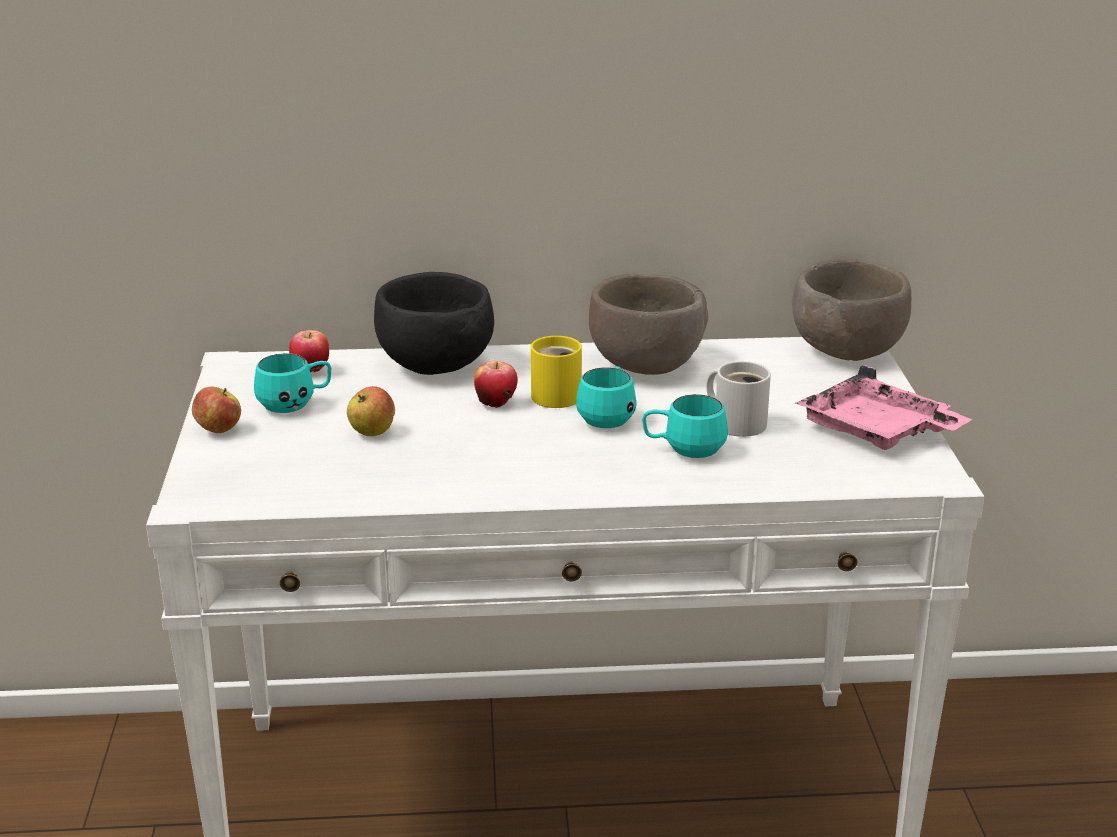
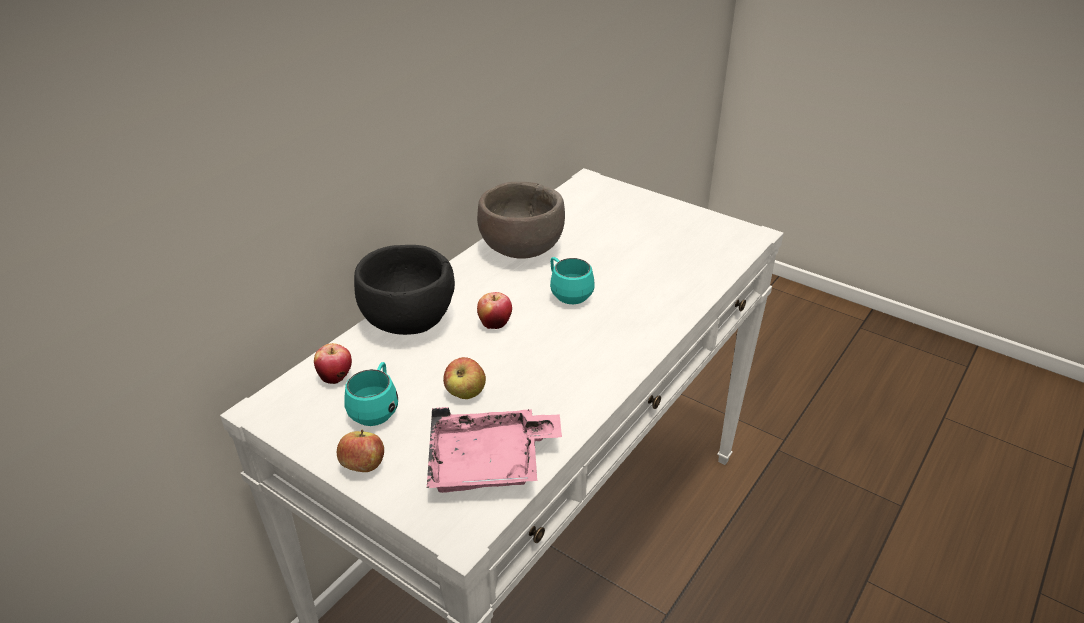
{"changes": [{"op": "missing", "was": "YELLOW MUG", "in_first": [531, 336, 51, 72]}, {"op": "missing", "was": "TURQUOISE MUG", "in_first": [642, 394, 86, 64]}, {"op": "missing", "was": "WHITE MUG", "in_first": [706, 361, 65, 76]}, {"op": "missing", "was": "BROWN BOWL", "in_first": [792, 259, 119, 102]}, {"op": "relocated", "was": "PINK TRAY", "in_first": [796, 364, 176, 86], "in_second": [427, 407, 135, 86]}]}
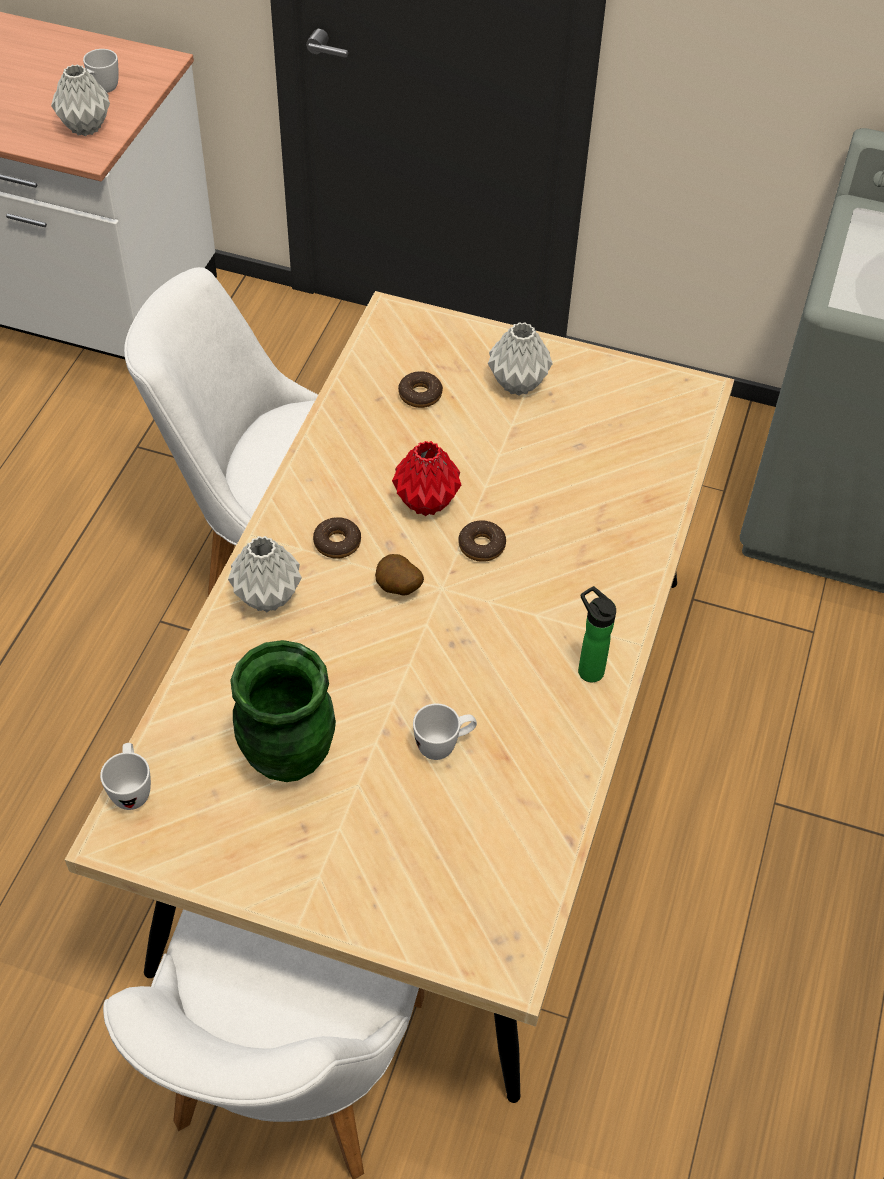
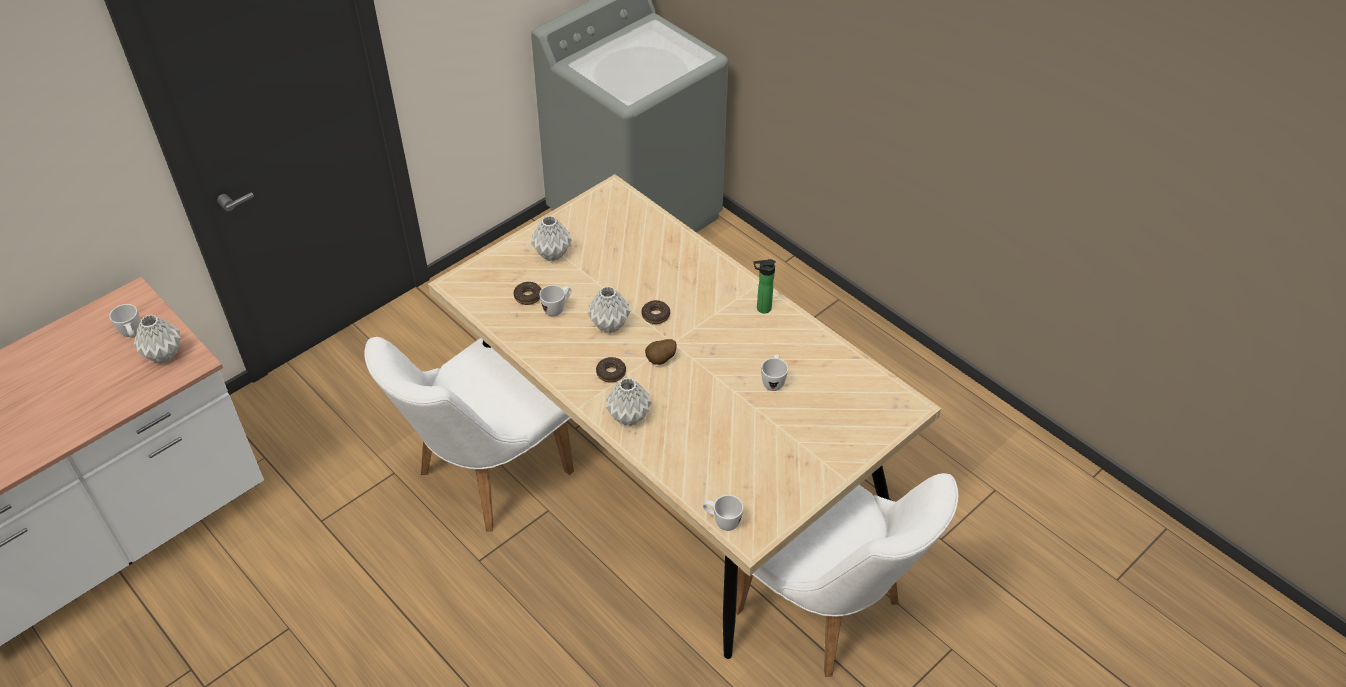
{"changes": [{"op": "missing", "was": "GREEN VASE", "in_first": [231, 640, 105, 142]}, {"op": "colour", "was": "RED VASE", "now": "GREY VASE", "in_first": [392, 441, 69, 75], "in_second": [587, 286, 43, 47]}, {"op": "appeared", "now": "WHITE MUG", "in_second": [539, 285, 33, 31]}]}
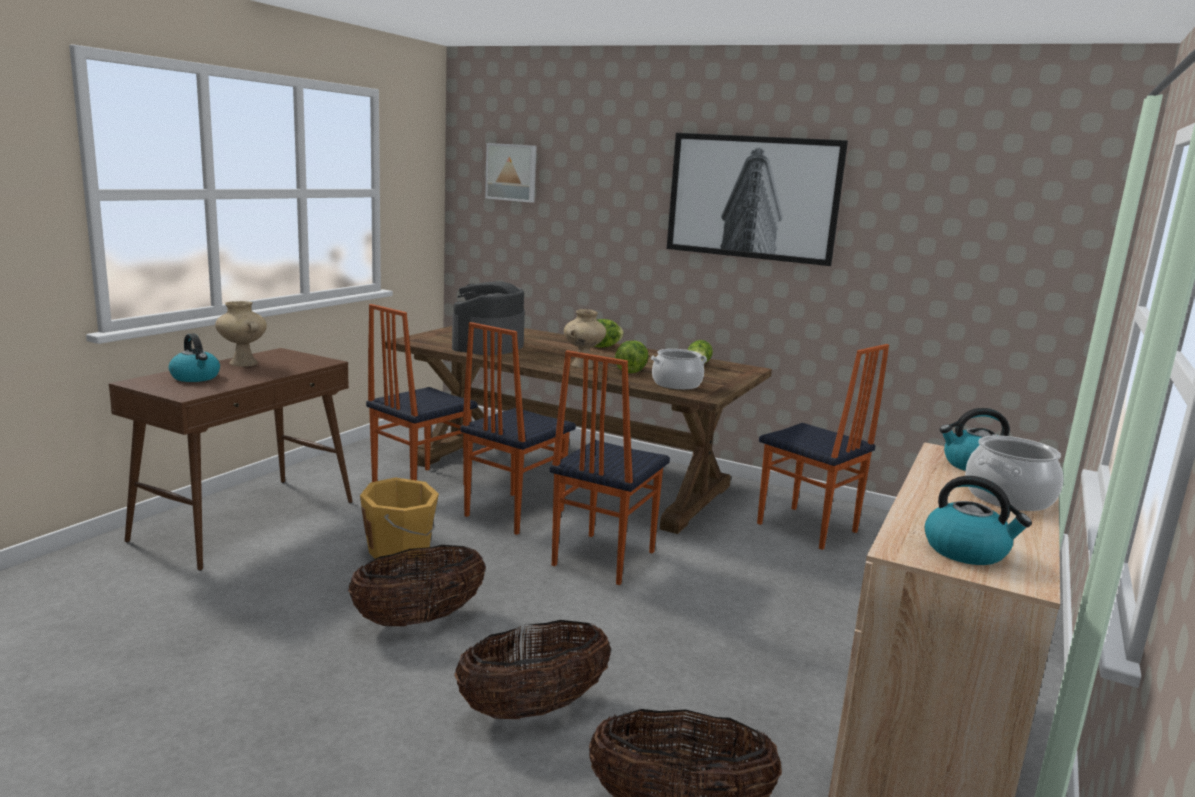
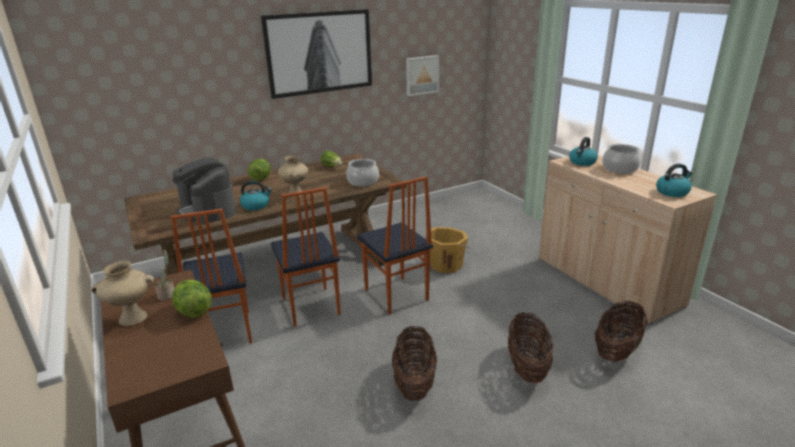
{"changes": [{"op": "relocated", "was": "KETTLE", "in_first": [169, 333, 51, 49], "in_second": [240, 180, 32, 30]}, {"op": "relocated", "was": "ORANGE BUCKET", "in_first": [360, 477, 79, 87], "in_second": [426, 227, 44, 46]}, {"op": "relocated", "was": "PICTURE", "in_first": [485, 143, 52, 60], "in_second": [406, 55, 33, 41]}, {"op": "relocated", "was": "LETTUCE", "in_first": [615, 340, 34, 33], "in_second": [172, 279, 40, 39]}, {"op": "missing", "was": "CHAIR", "in_first": [757, 344, 132, 206]}, {"op": "appeared", "now": "POTTED PLANT", "in_second": [154, 250, 20, 50]}]}
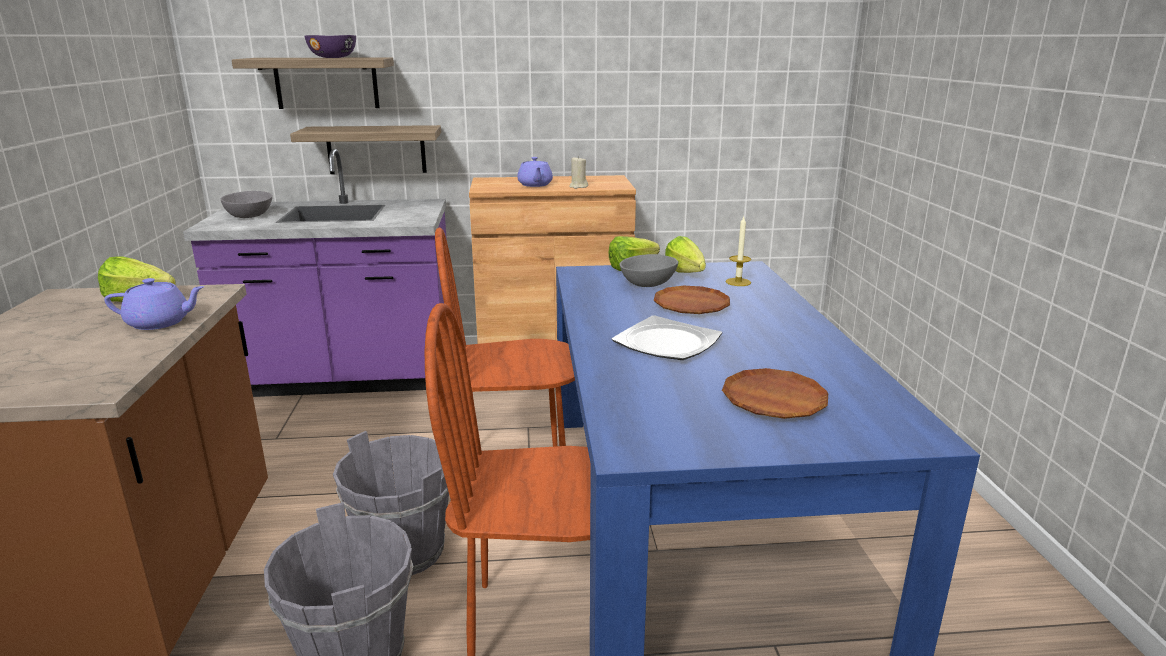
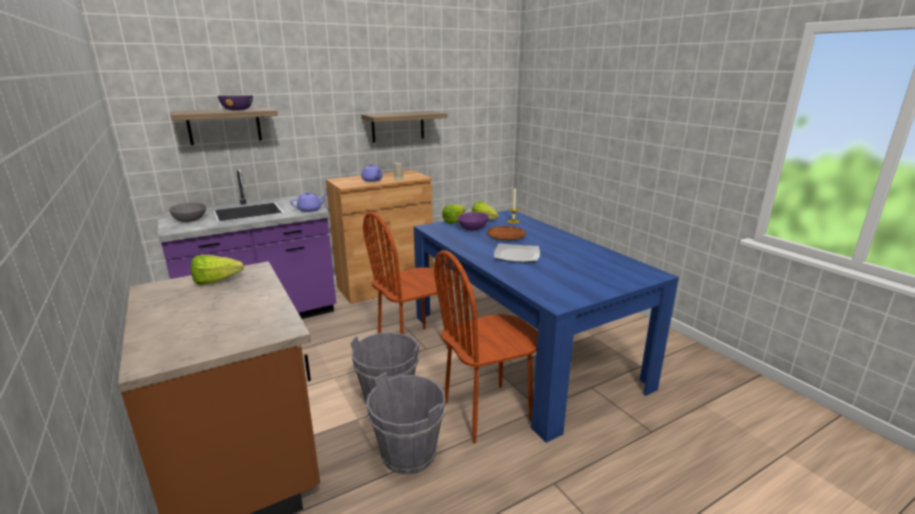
{"changes": [{"op": "relocated", "was": "PURPLE TEAPOT", "in_first": [104, 278, 100, 52], "in_second": [290, 192, 38, 20]}, {"op": "relocated", "was": "SHELF", "in_first": [290, 125, 151, 49], "in_second": [361, 111, 86, 32]}, {"op": "colour", "was": "GREY BOWL", "now": "PURPLE BOWL", "in_first": [620, 254, 58, 33], "in_second": [458, 212, 31, 19]}, {"op": "missing", "was": "BROWN PLATE", "in_first": [722, 368, 106, 51]}]}
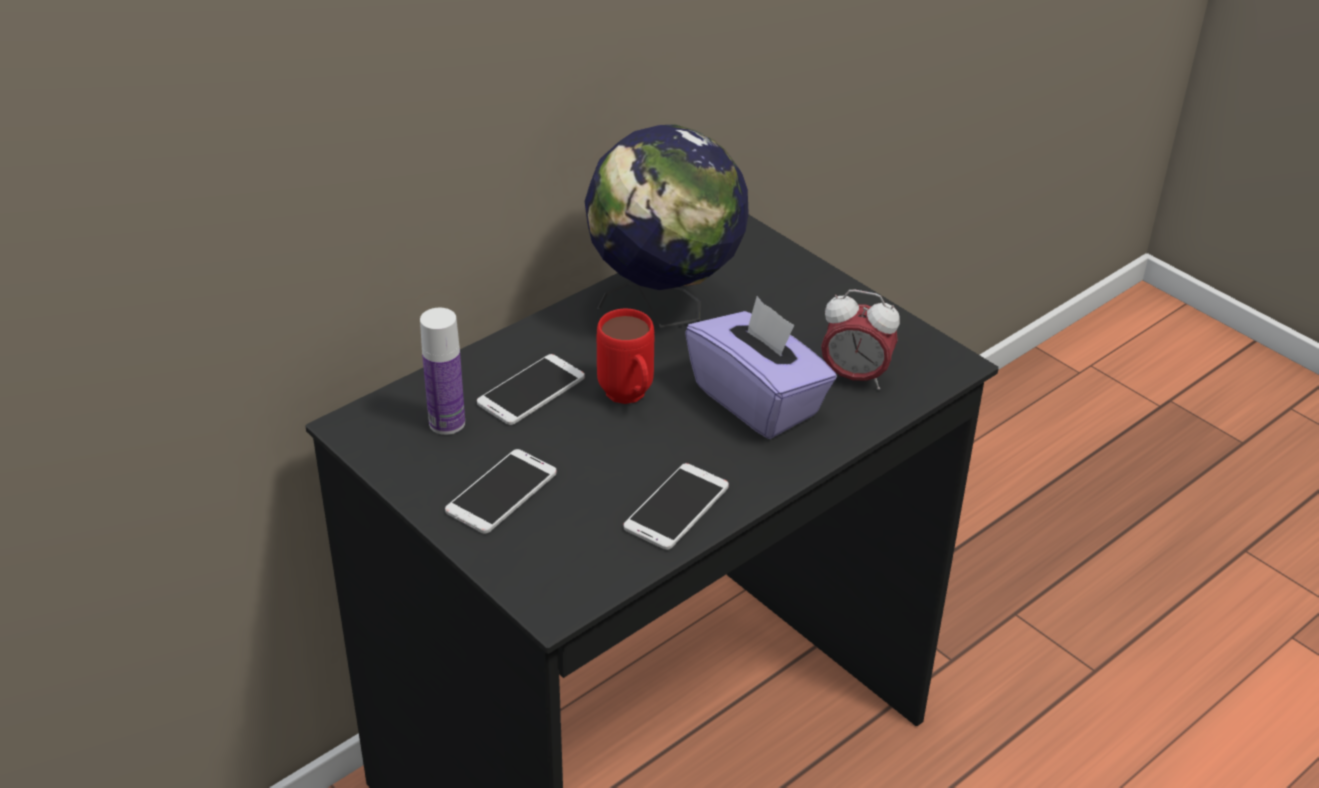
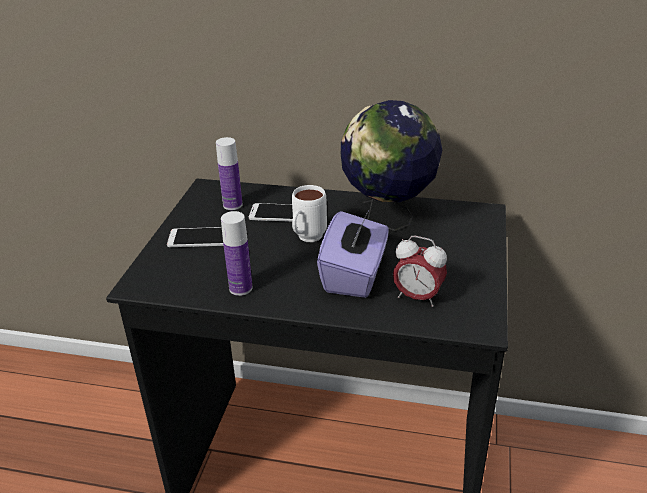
{"changes": [{"op": "colour", "was": "RED MUG", "now": "WHITE MUG", "in_first": [597, 309, 57, 95], "in_second": [292, 185, 35, 57]}, {"op": "exchanged", "was": "PHONE", "now": "BOTTLE", "in_first": [623, 463, 106, 87], "in_second": [221, 211, 32, 85]}, {"op": "spun", "was": "ALARM CLOCK", "in_first": [821, 290, 79, 100], "in_second": [393, 236, 54, 71], "clockwise": -45}]}
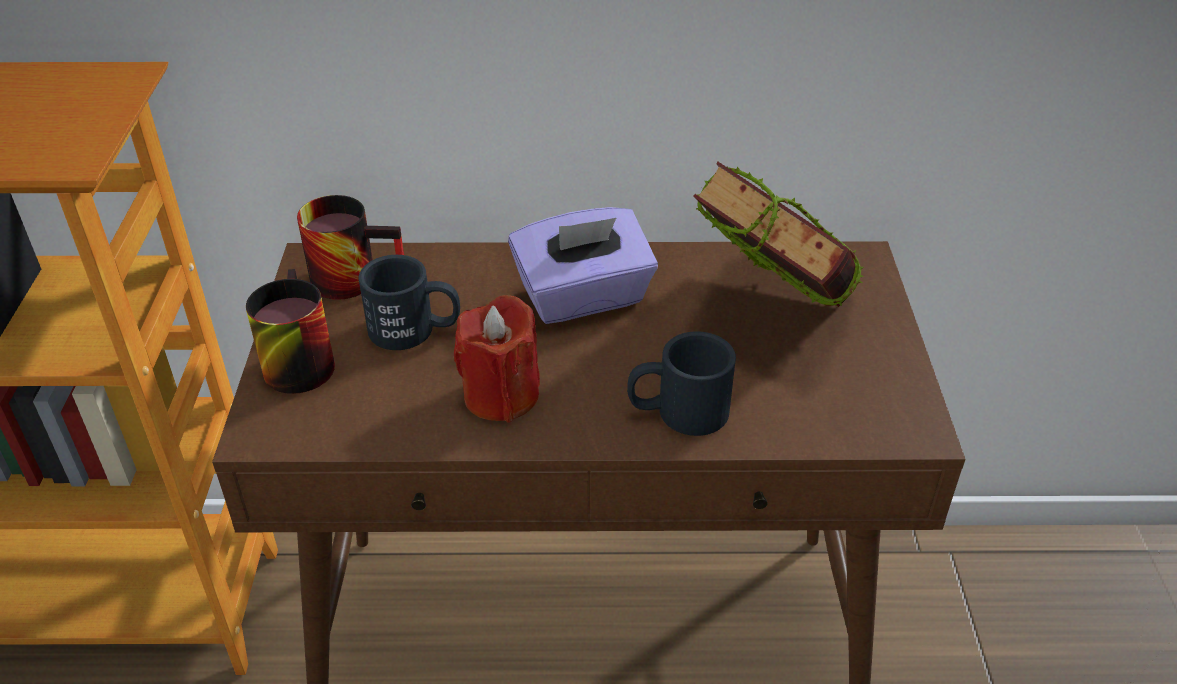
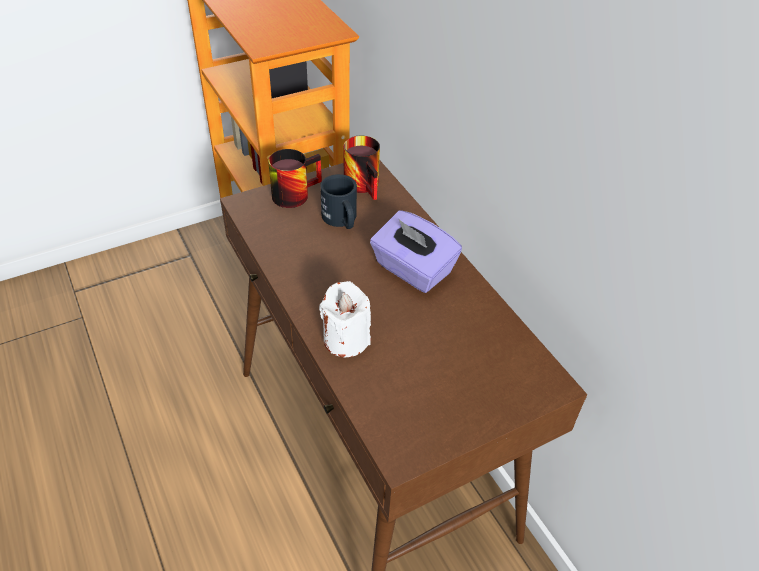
{"changes": [{"op": "missing", "was": "RED CANDLE", "in_first": [454, 295, 86, 127]}, {"op": "exchanged", "was": "BLACK MUG", "now": "WHITE CANDLE", "in_first": [627, 331, 109, 105], "in_second": [319, 281, 52, 77]}, {"op": "missing", "was": "BOOK", "in_first": [693, 162, 171, 145]}]}
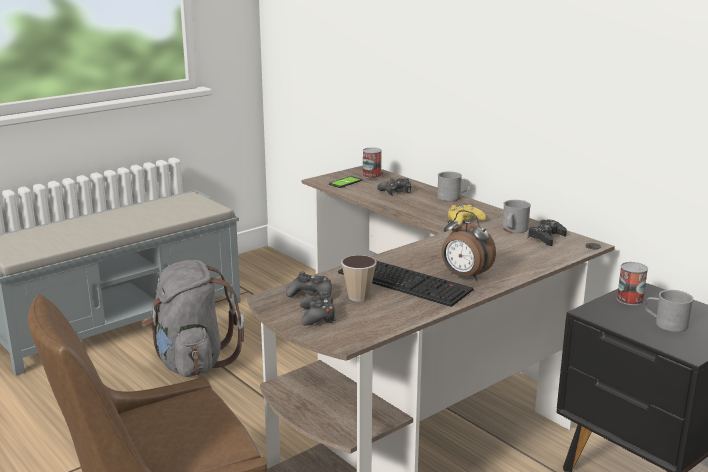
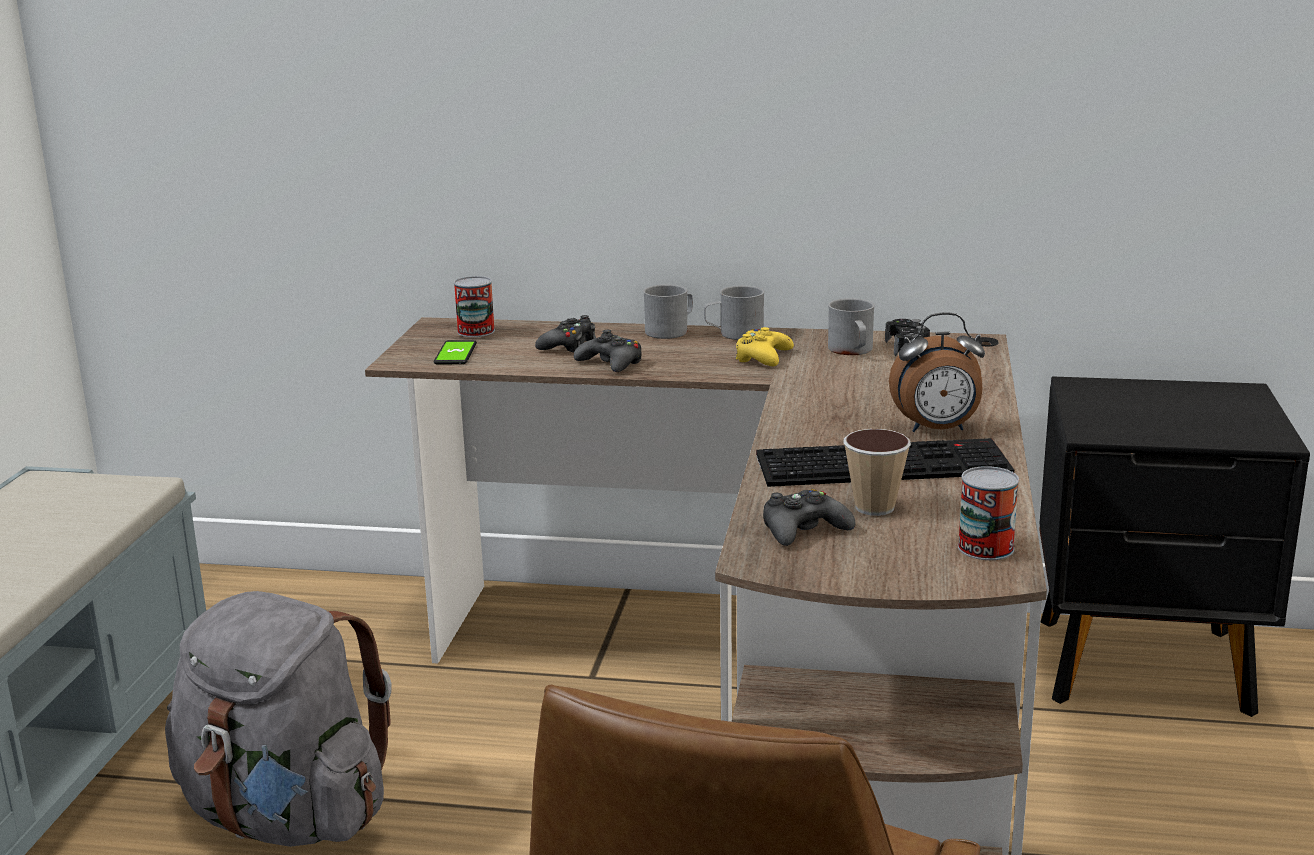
{"changes": [{"op": "relocated", "was": "BLACK GAME CONTROLLER", "in_first": [300, 291, 36, 34], "in_second": [574, 330, 67, 42]}, {"op": "relocated", "was": "CAN", "in_first": [617, 262, 31, 43], "in_second": [958, 466, 61, 94]}, {"op": "relocated", "was": "GREY MUG", "in_first": [645, 290, 49, 42], "in_second": [704, 285, 61, 55]}]}
